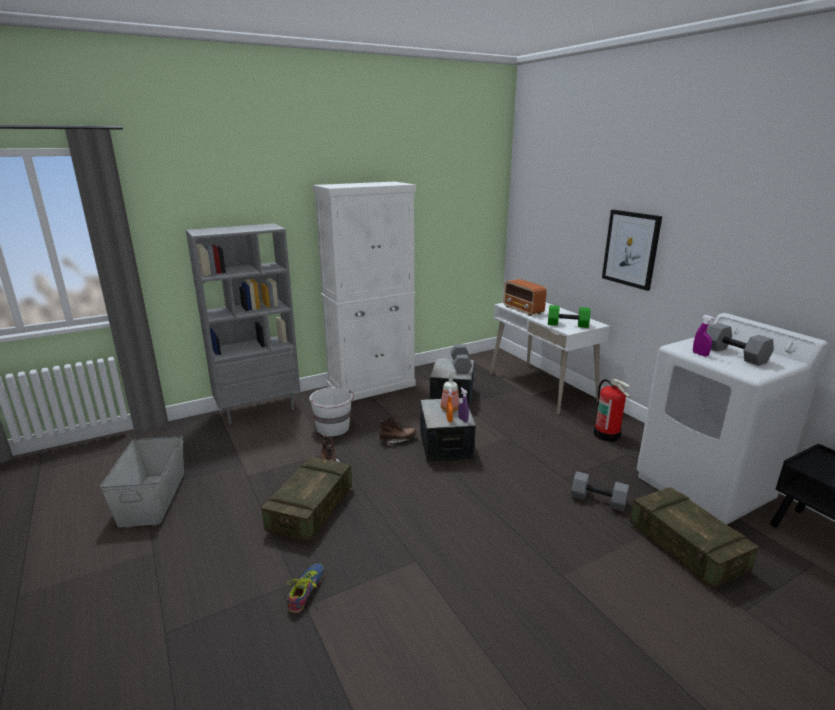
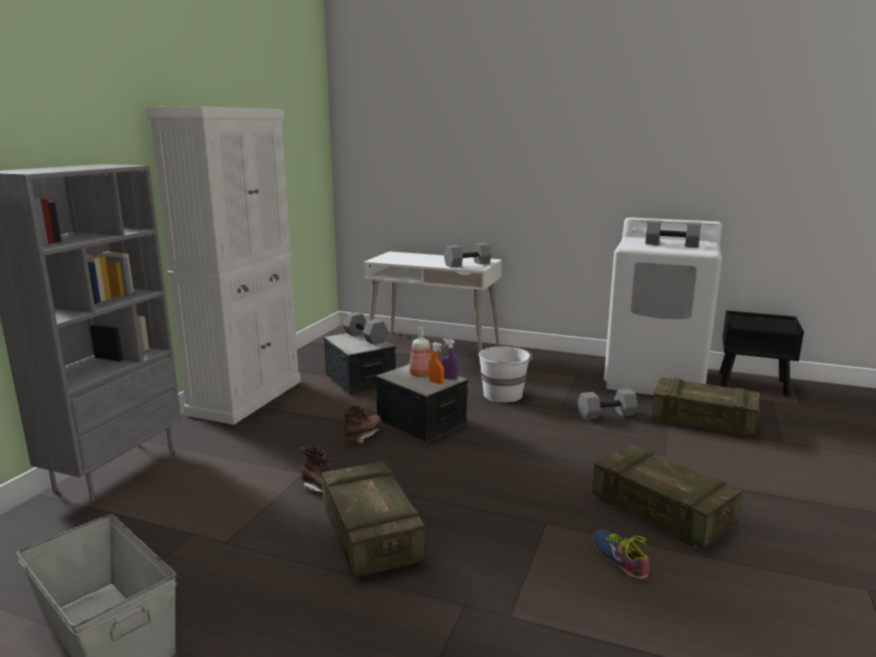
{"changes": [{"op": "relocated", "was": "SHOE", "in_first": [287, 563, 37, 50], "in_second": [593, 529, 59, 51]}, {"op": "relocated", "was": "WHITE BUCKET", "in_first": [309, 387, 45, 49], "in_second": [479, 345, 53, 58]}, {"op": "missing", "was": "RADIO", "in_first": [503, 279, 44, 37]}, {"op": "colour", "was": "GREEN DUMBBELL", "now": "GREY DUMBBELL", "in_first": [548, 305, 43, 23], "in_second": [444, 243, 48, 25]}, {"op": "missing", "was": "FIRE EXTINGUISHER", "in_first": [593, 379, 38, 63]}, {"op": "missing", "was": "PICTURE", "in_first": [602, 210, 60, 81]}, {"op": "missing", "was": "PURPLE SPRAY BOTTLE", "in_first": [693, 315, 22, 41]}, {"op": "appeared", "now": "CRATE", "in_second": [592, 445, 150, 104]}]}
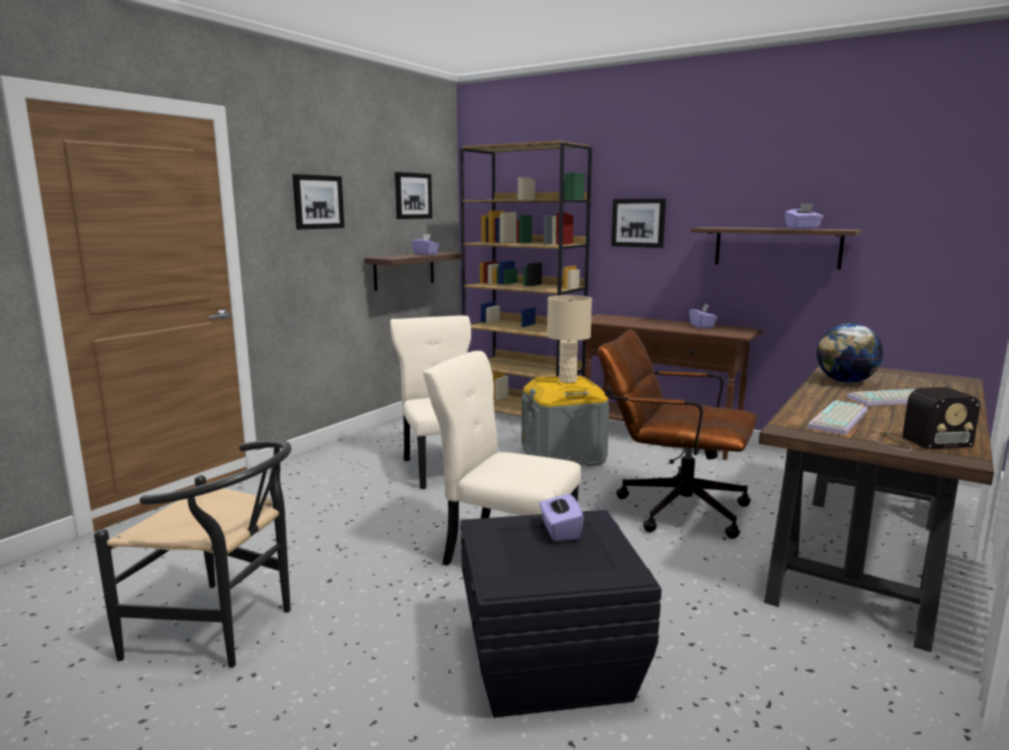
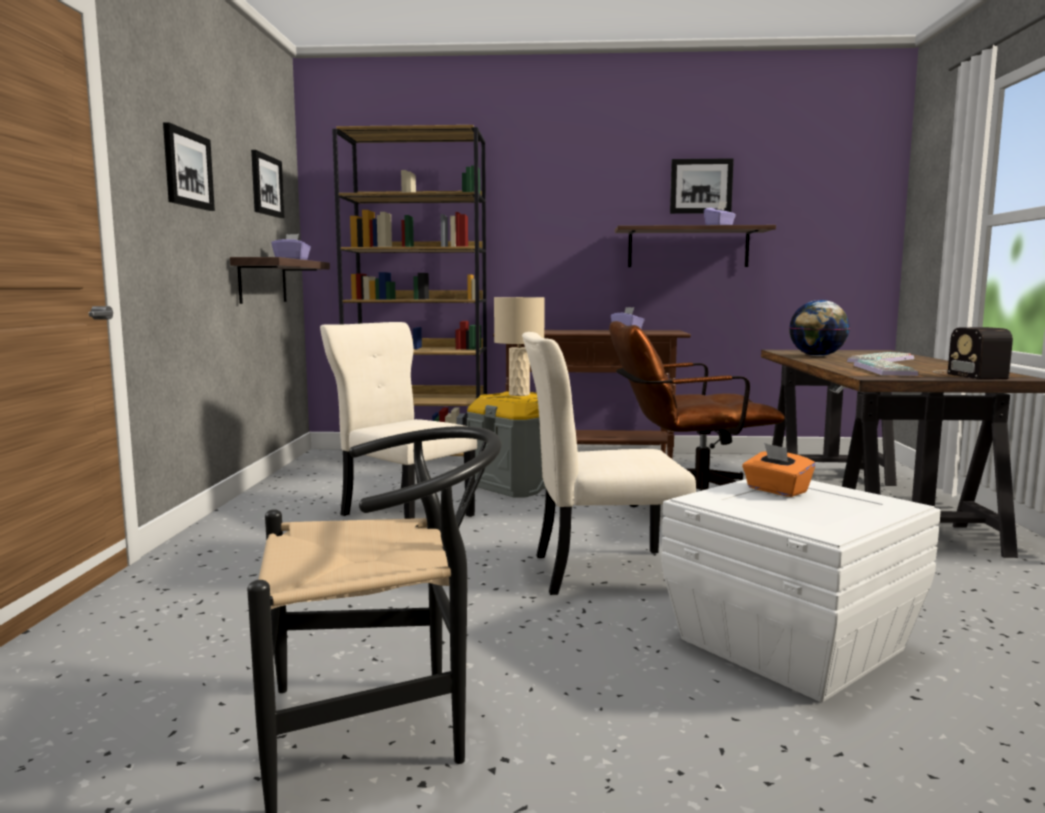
{"changes": [{"op": "colour", "was": "BLACK STORAGE BOX", "now": "WHITE STORAGE BOX", "in_first": [461, 510, 201, 208], "in_second": [661, 479, 280, 223]}, {"op": "colour", "was": "PURPLE TISSUE BOX", "now": "ORANGE TISSUE BOX", "in_first": [539, 491, 45, 50], "in_second": [742, 443, 74, 54]}, {"op": "relocated", "was": "PICTURE", "in_first": [611, 198, 55, 50], "in_second": [670, 158, 64, 56]}, {"op": "spun", "was": "RADIO", "in_first": [870, 387, 110, 64], "in_second": [933, 327, 80, 52], "clockwise": 120}]}
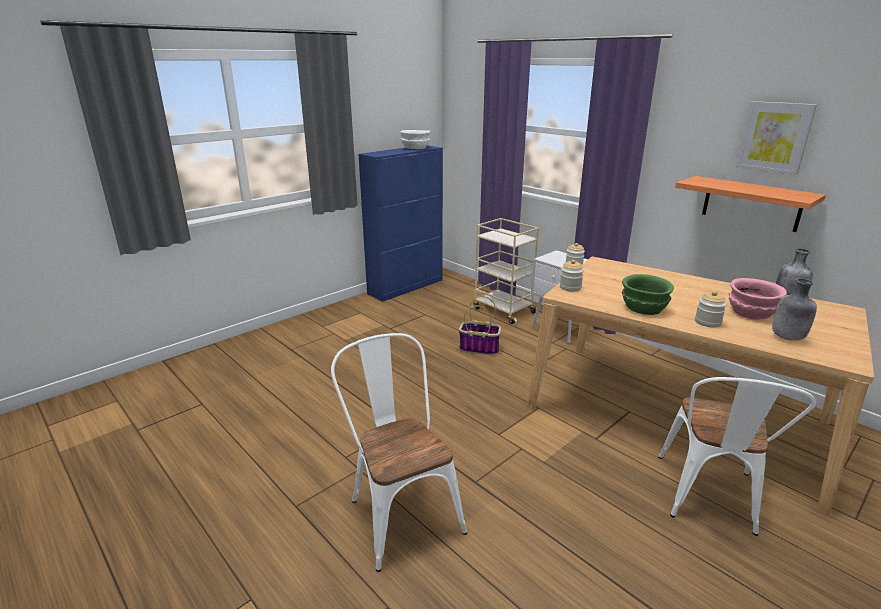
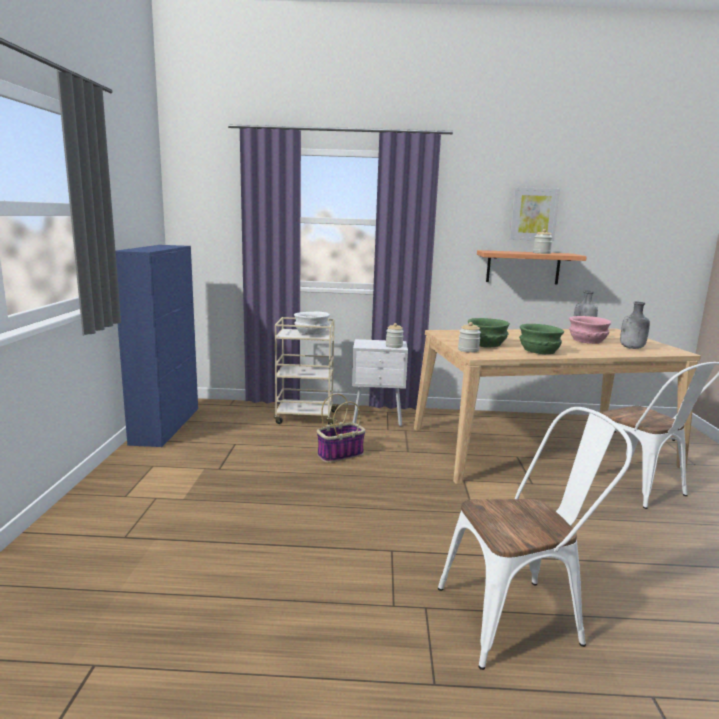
{"changes": [{"op": "spun", "was": "WHITE CHAIR", "in_first": [331, 333, 136, 239], "in_second": [438, 407, 194, 263], "clockwise": 150}, {"op": "relocated", "was": "WHITE BOWL", "in_first": [400, 130, 30, 19], "in_second": [294, 312, 36, 23]}, {"op": "relocated", "was": "JAR", "in_first": [695, 291, 32, 36], "in_second": [533, 229, 20, 25]}, {"op": "appeared", "now": "GREEN BOWL", "in_second": [468, 318, 42, 30]}]}
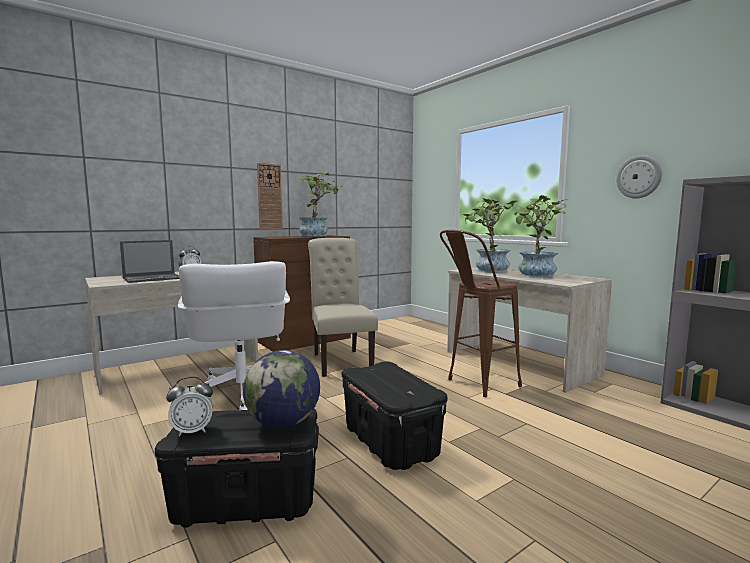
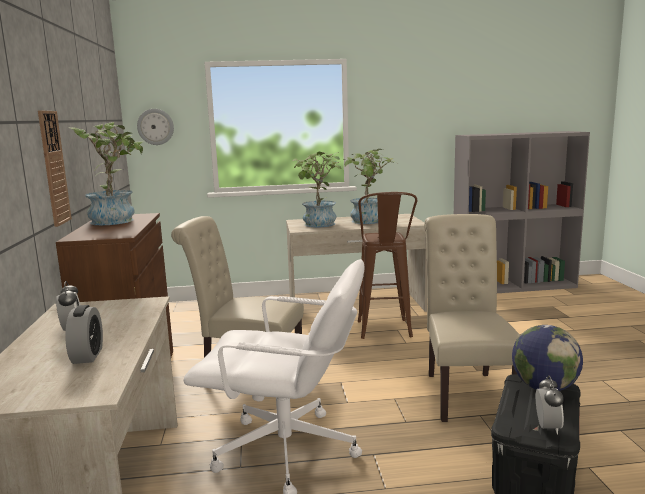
{"changes": [{"op": "exchanged", "was": "LAPTOP", "now": "ALARM CLOCK", "in_first": [120, 240, 59, 43], "in_second": [65, 305, 38, 59]}, {"op": "exchanged", "was": "BLACK STORAGE BOX", "now": "BEIGE CHAIR", "in_first": [342, 361, 105, 109], "in_second": [424, 214, 96, 208]}, {"op": "relocated", "was": "WALL CLOCK", "in_first": [616, 155, 46, 43], "in_second": [137, 109, 37, 36]}]}
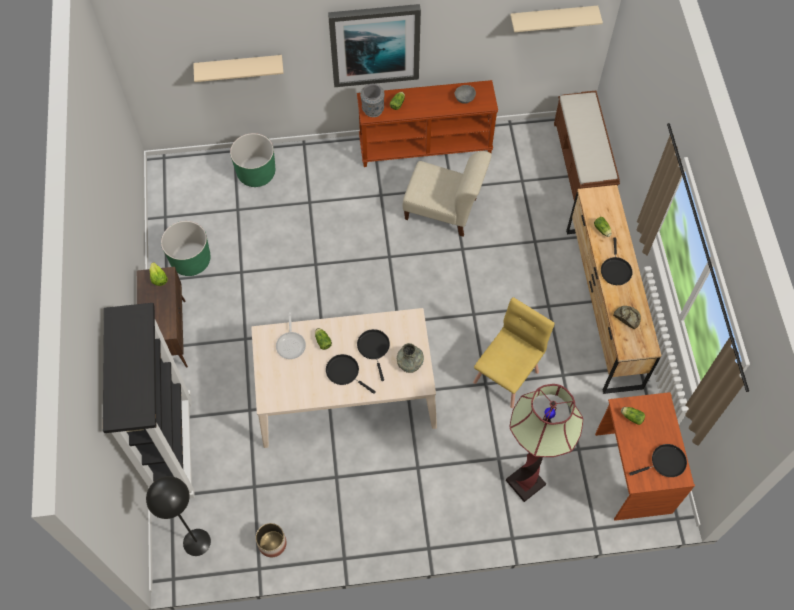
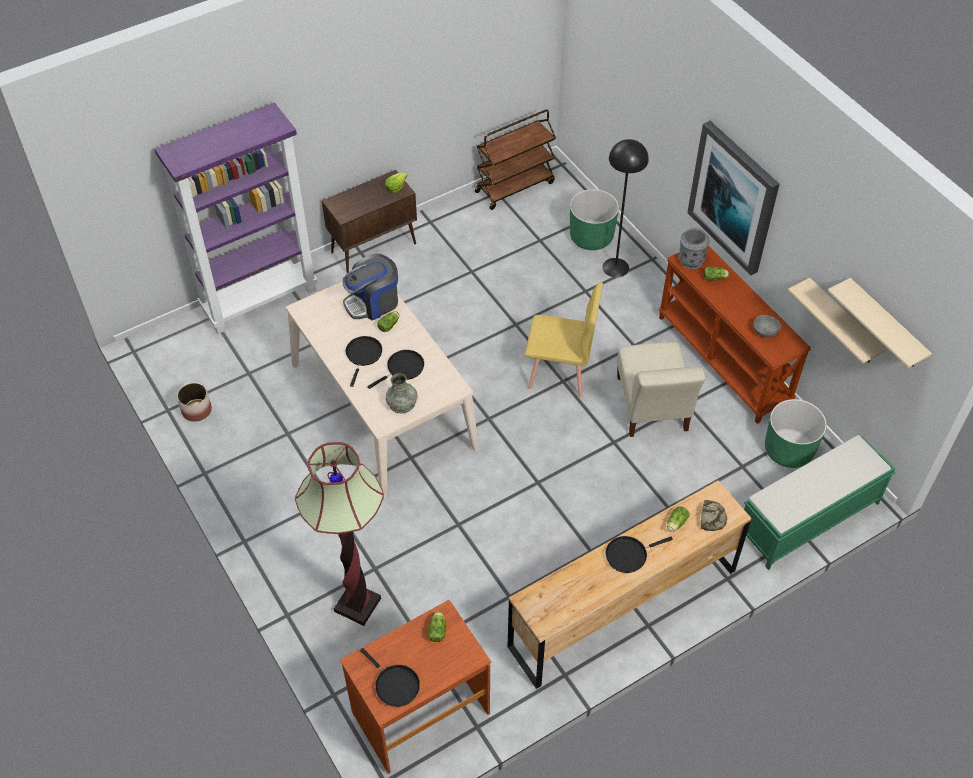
{"changes": [{"op": "colour", "was": "BLACK BOOKCASE", "now": "PURPLE BOOKCASE", "in_first": [103, 303, 92, 196], "in_second": [154, 103, 164, 231]}, {"op": "relocated", "was": "BLACK FLOOR LAMP", "in_first": [146, 476, 65, 80], "in_second": [603, 139, 46, 139]}, {"op": "relocated", "was": "GREEN PLANTER", "in_first": [161, 221, 50, 55], "in_second": [765, 399, 62, 69]}, {"op": "relocated", "was": "BEIGE SHELF", "in_first": [193, 55, 91, 27], "in_second": [788, 278, 97, 85]}, {"op": "exchanged", "was": "FRYING PAN", "now": "COFFEE MACHINE", "in_first": [276, 312, 30, 47], "in_second": [343, 254, 55, 66]}, {"op": "relocated", "was": "YELLOW CHAIR", "in_first": [473, 297, 81, 111], "in_second": [524, 282, 79, 115]}, {"op": "colour", "was": "BROWN BENCH", "now": "GREEN BENCH", "in_first": [554, 91, 66, 110], "in_second": [744, 435, 151, 135]}, {"op": "relocated", "was": "BREAD", "in_first": [613, 306, 28, 24], "in_second": [701, 500, 26, 31]}, {"op": "appeared", "now": "BROWN CART", "in_second": [475, 109, 81, 101]}]}
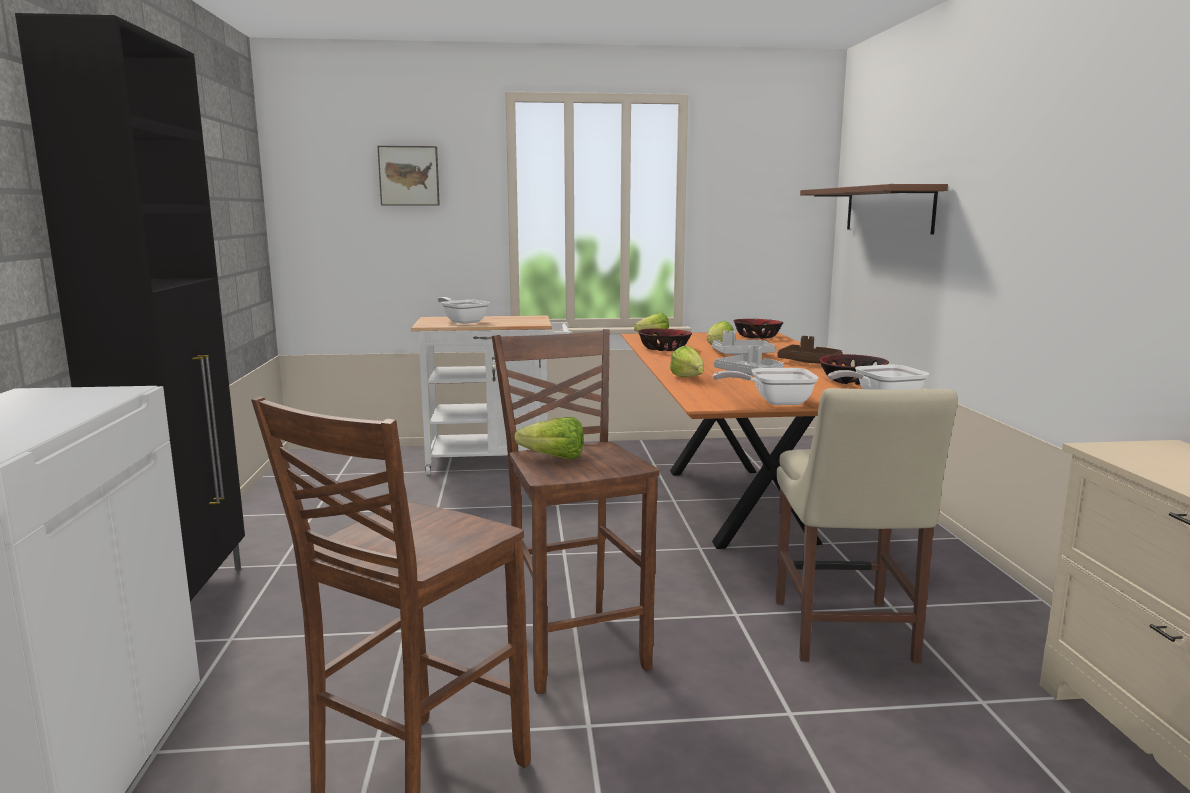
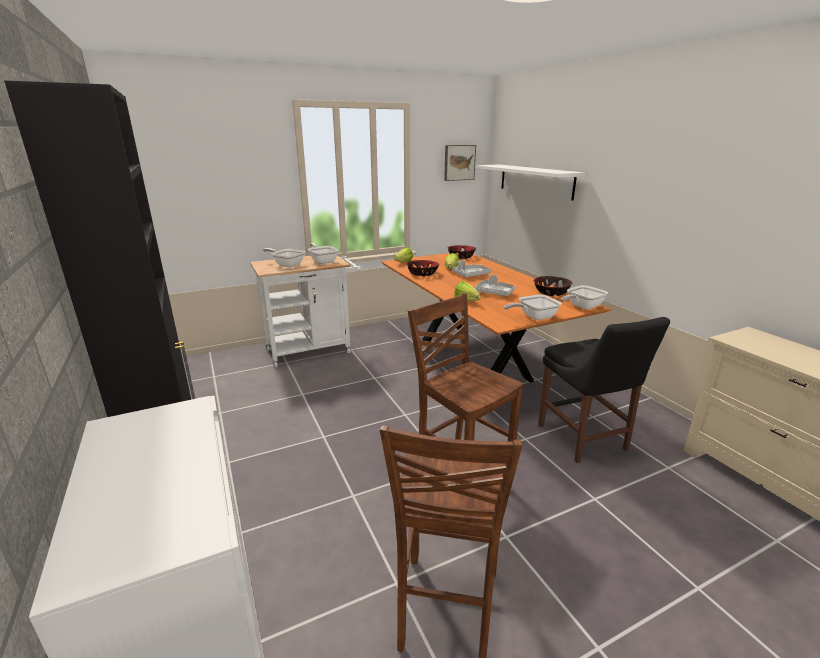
{"changes": [{"op": "relocated", "was": "PICTURE", "in_first": [377, 146, 63, 60], "in_second": [444, 145, 32, 36]}, {"op": "missing", "was": "LETTUCE", "in_first": [514, 417, 70, 42]}, {"op": "colour", "was": "BEIGE CHAIR", "now": "BLACK CHAIR", "in_first": [776, 388, 182, 275], "in_second": [538, 317, 132, 146]}, {"op": "missing", "was": "BROWN TRAY", "in_first": [777, 336, 66, 27]}, {"op": "colour", "was": "BROWN SHELF", "now": "WHITE SHELF", "in_first": [800, 184, 148, 50], "in_second": [476, 164, 109, 36]}, {"op": "appeared", "now": "FRYING PAN", "in_second": [308, 243, 31, 21]}]}
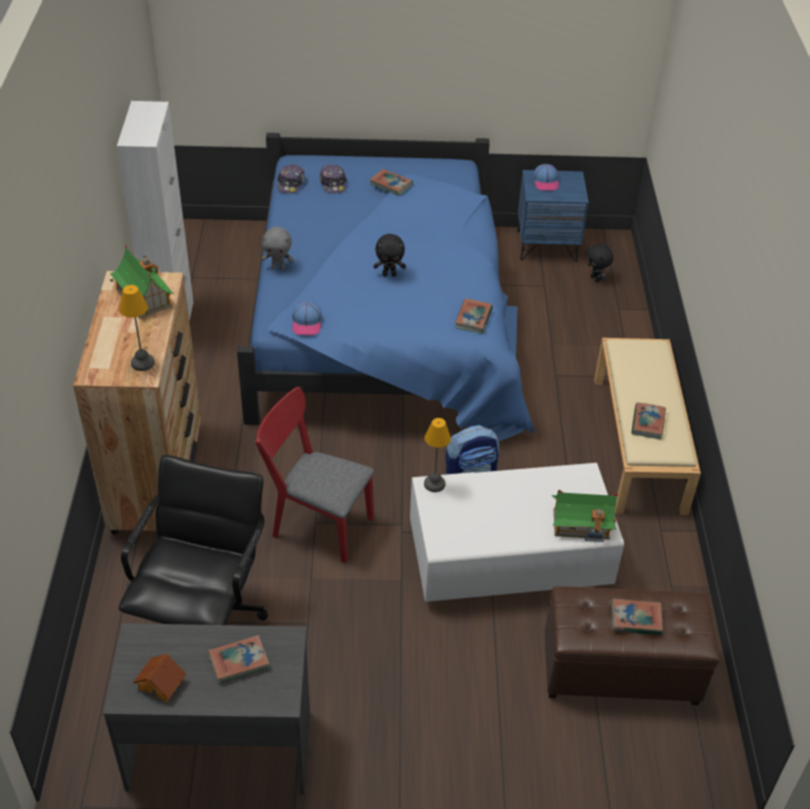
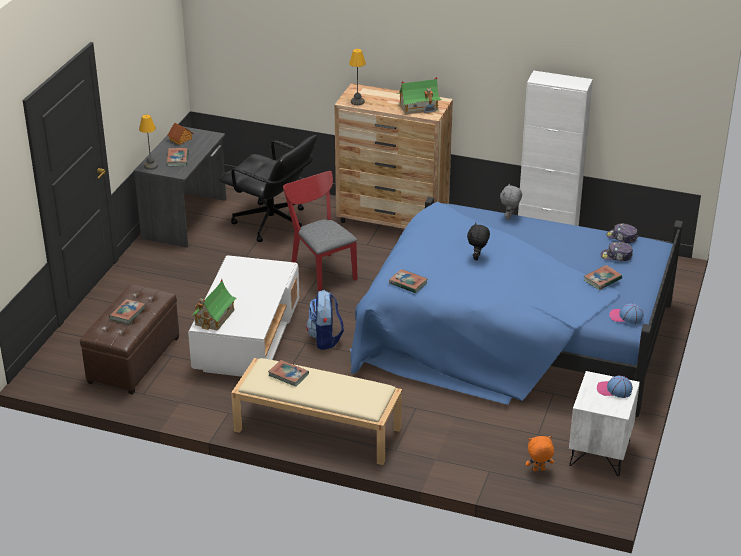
{"changes": [{"op": "spun", "was": "RED CHAIR", "in_first": [256, 387, 118, 176], "in_second": [283, 171, 75, 121], "clockwise": -75}, {"op": "relocated", "was": "CAP", "in_first": [292, 301, 30, 34], "in_second": [609, 303, 35, 21]}, {"op": "relocated", "was": "TABLE LAMP", "in_first": [424, 418, 27, 74], "in_second": [139, 115, 19, 55]}, {"op": "colour", "was": "BLUE NIGHTSTAND", "now": "WHITE NIGHTSTAND", "in_first": [517, 170, 72, 92], "in_second": [569, 371, 71, 105]}, {"op": "colour", "was": "BLACK PLUSH TOY", "now": "ORANGE PLUSH TOY", "in_first": [586, 244, 28, 38], "in_second": [525, 436, 29, 35]}]}
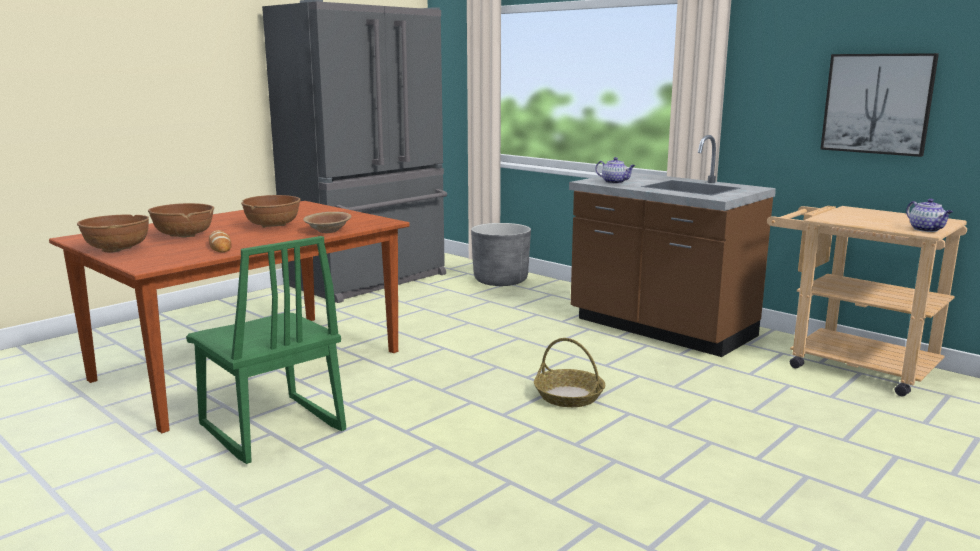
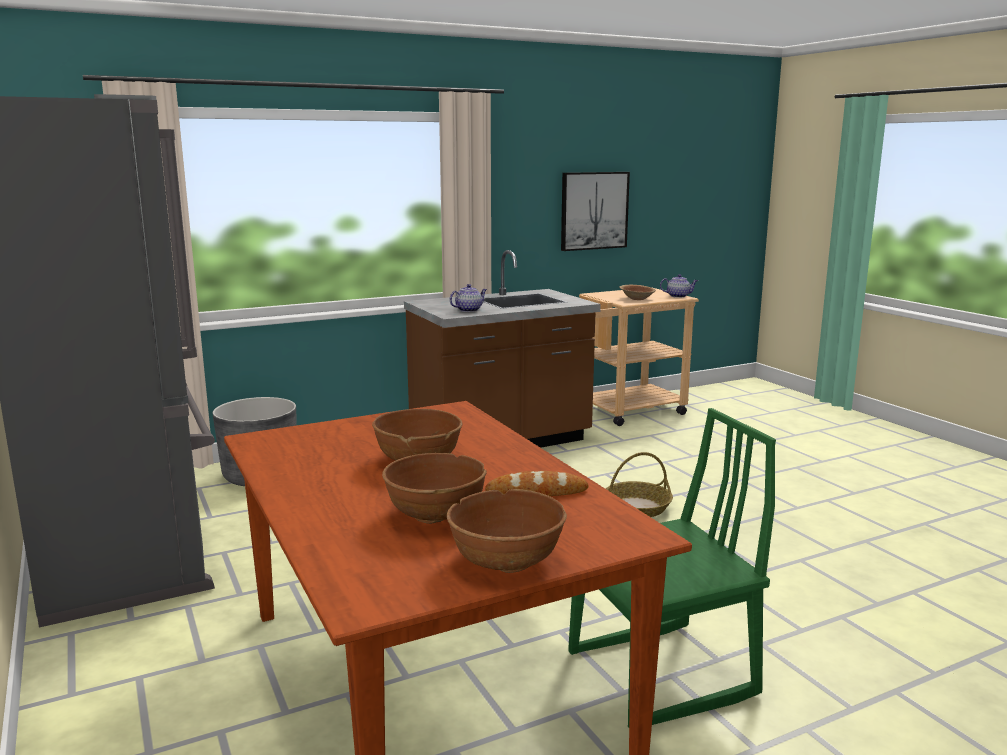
{"changes": [{"op": "relocated", "was": "BROWN BOWL", "in_first": [303, 212, 48, 21], "in_second": [619, 285, 37, 15]}]}
